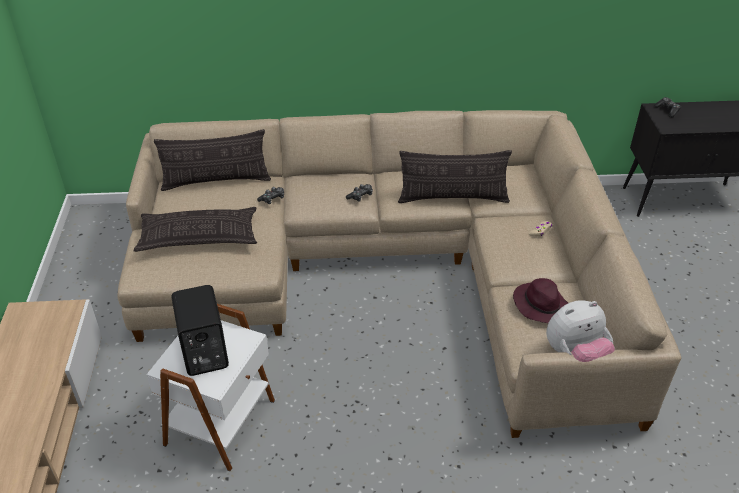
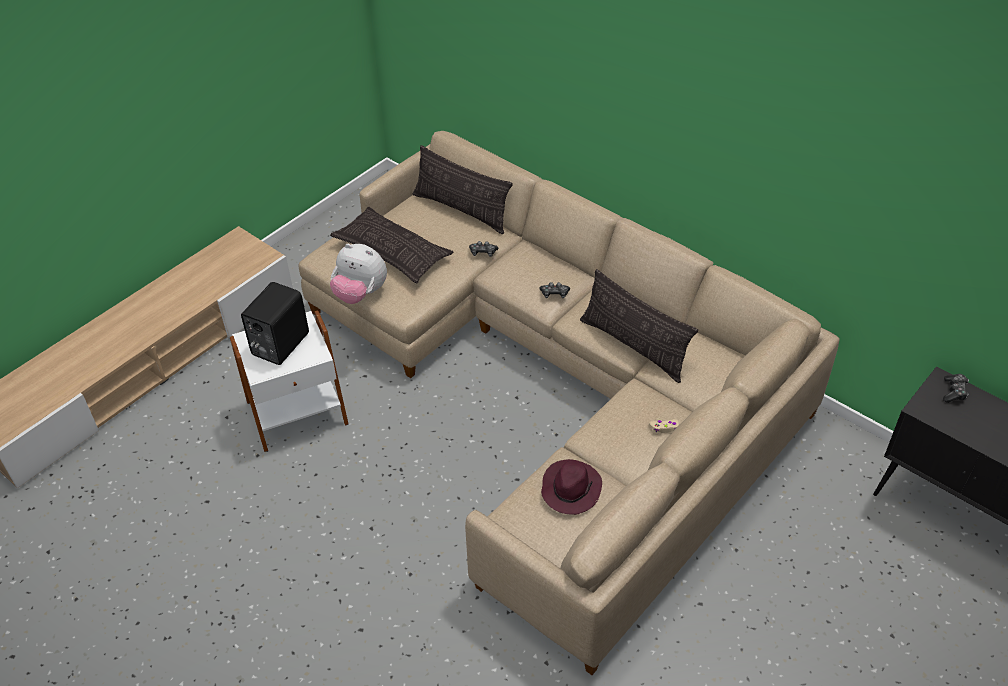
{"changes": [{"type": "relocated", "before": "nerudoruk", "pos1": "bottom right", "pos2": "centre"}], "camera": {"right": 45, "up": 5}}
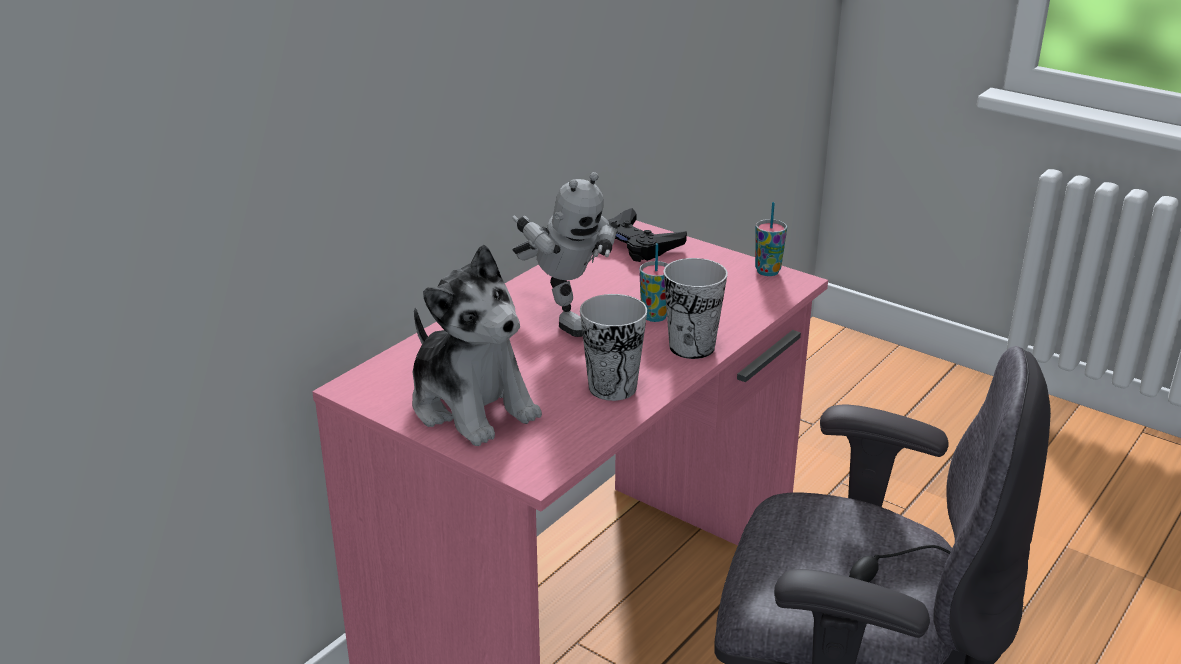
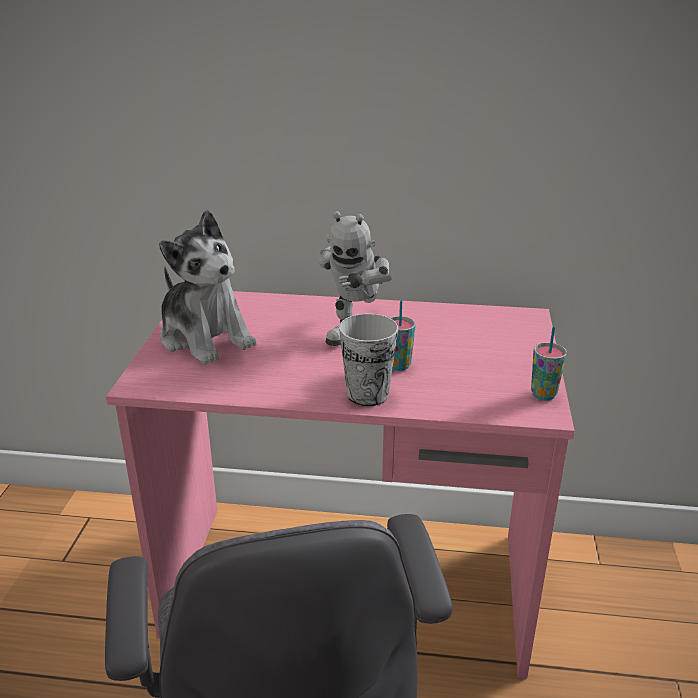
{"changes": [{"type": "spun", "before": "nerudoruk", "pos1": "centre", "pos2": "middle left", "turn": -60}, {"type": "missing", "before": "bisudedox (no. 1 from left)", "pos1": "centre"}, {"type": "missing", "before": "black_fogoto", "pos1": "centre"}], "camera": {"right": 60, "up": 0}}
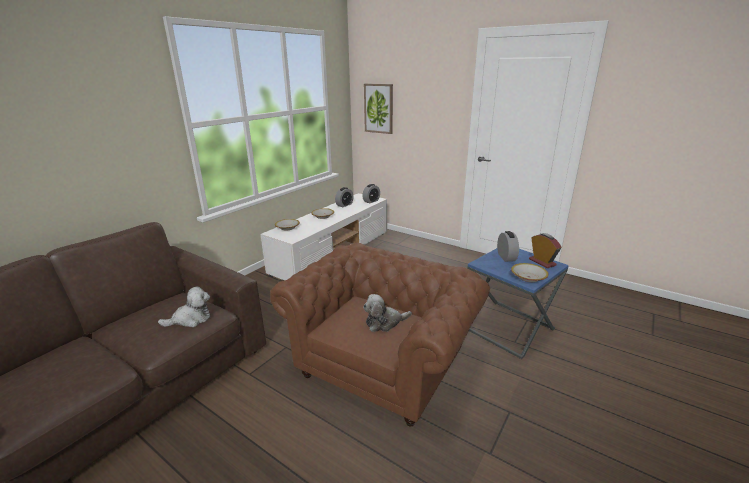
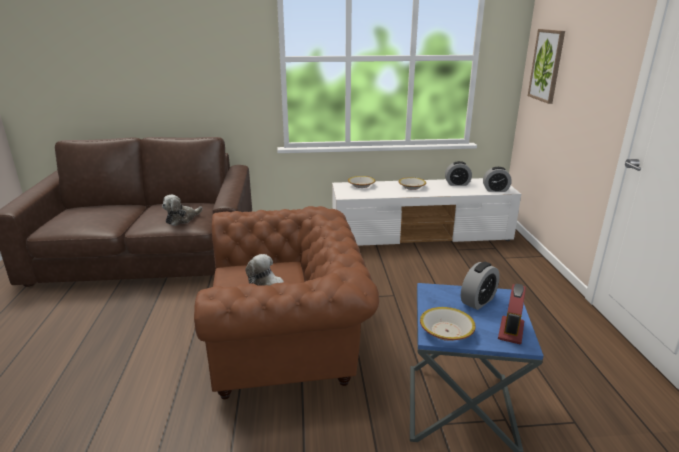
{"changes": [{"type": "spun", "before": "nerudoruk (no. 1 from left)", "pos1": "middle left", "pos2": "middle left", "turn": 105}], "camera": {"right": 50, "up": 0}}
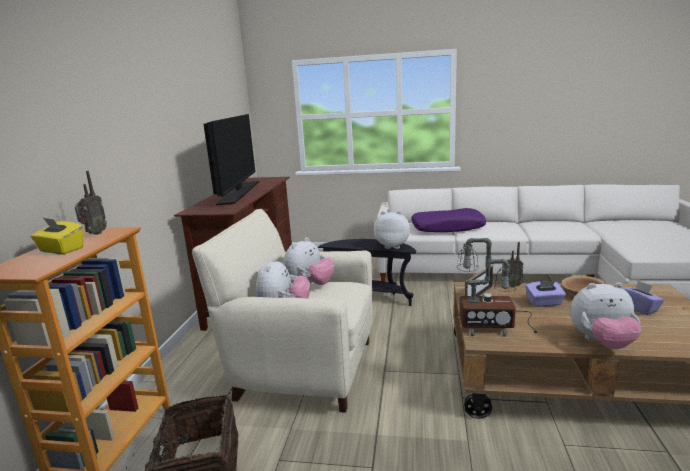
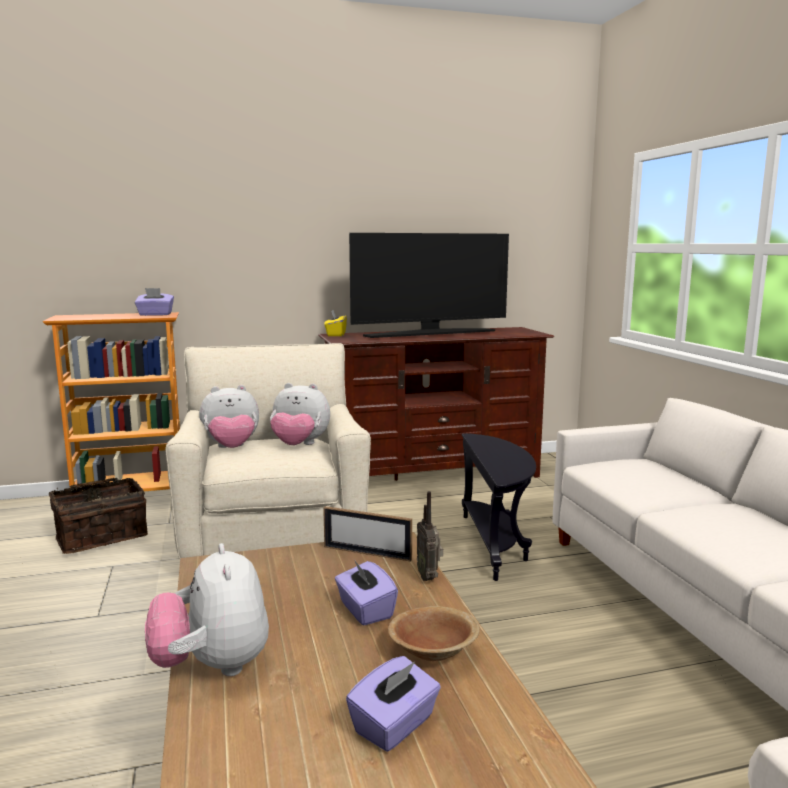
{"changes": [{"type": "exchanged", "before": "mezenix (no. 1 from left)", "after": "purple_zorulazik (no. 1 from left)", "pos1": "middle left", "pos2": "middle left"}, {"type": "relocated", "before": "yellow_zorulazik", "pos1": "middle left", "pos2": "centre"}, {"type": "missing", "before": "nerudoruk (no. 3 from left)", "pos1": "centre"}, {"type": "missing", "before": "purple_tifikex", "pos1": "centre"}, {"type": "missing", "before": "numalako", "pos1": "middle right"}], "camera": {"right": 65, "up": -5}}
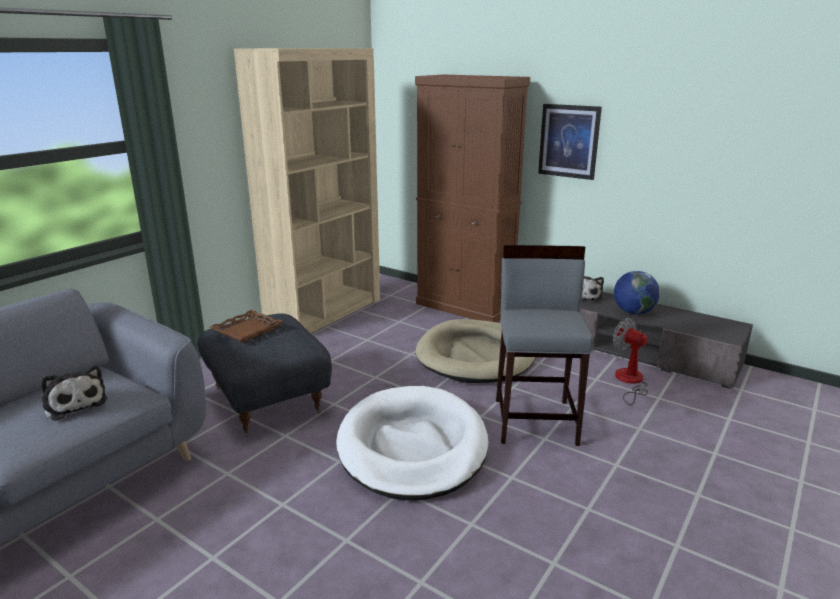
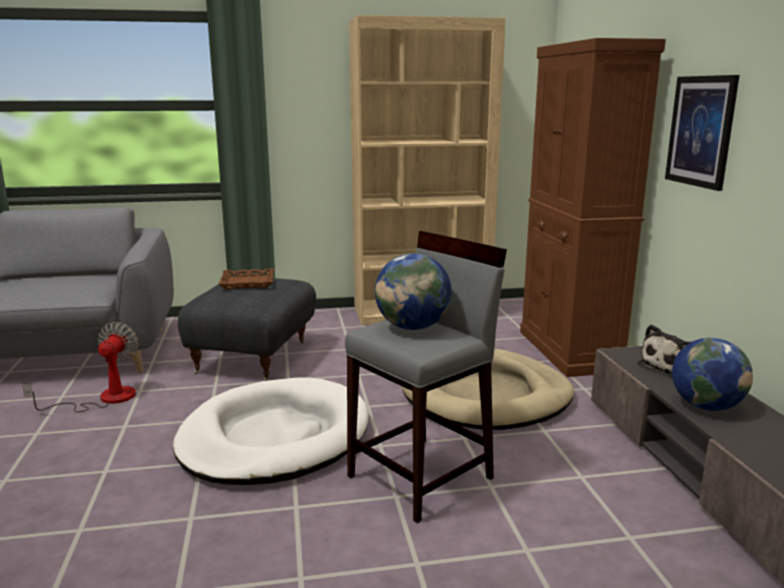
{"changes": [{"type": "relocated", "before": "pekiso", "pos1": "middle right", "pos2": "middle left"}, {"type": "appeared", "after": "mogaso (no. 1 from left)", "pos2": "centre"}, {"type": "missing", "before": "nerudoruk (no. 1 from left)", "pos1": "middle left"}], "camera": {"right": 45, "up": -5}}
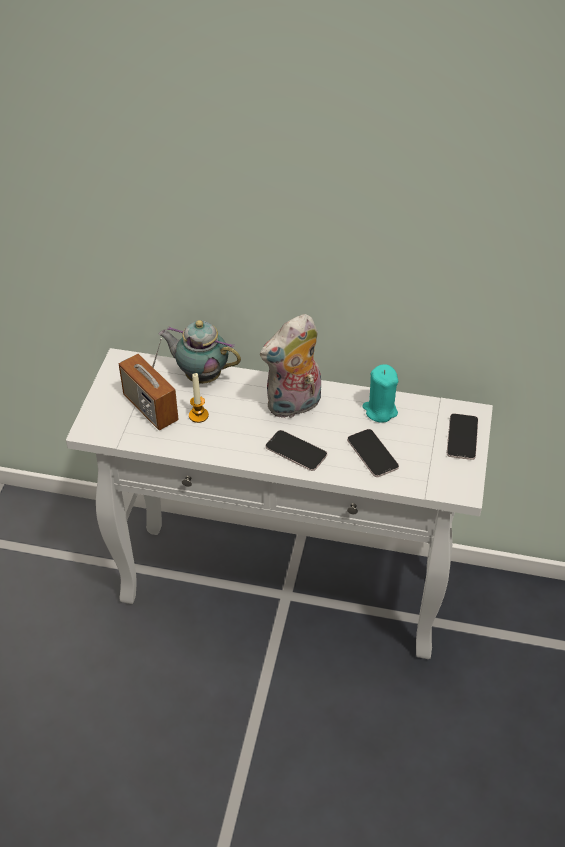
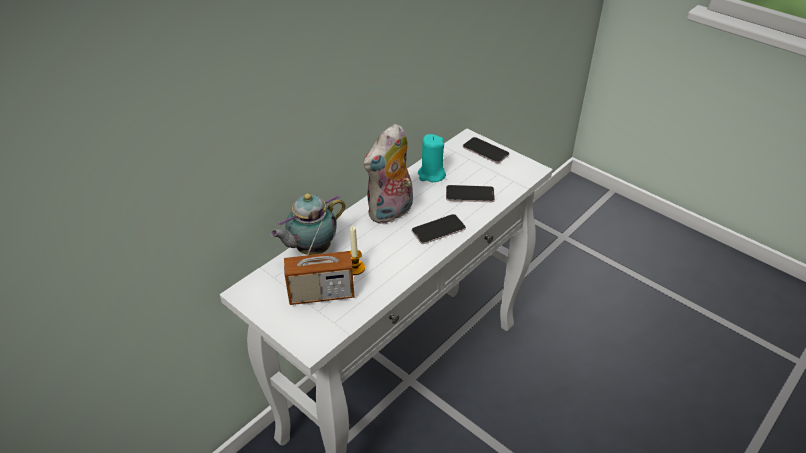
{"changes": [{"type": "spun", "before": "nerudoruk", "pos1": "centre", "pos2": "centre", "turn": 45}], "camera": {"right": -60, "up": -5}}
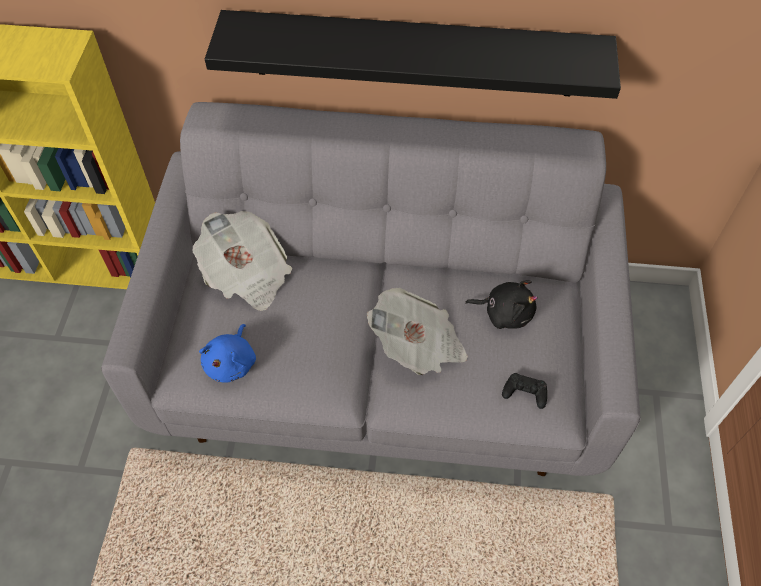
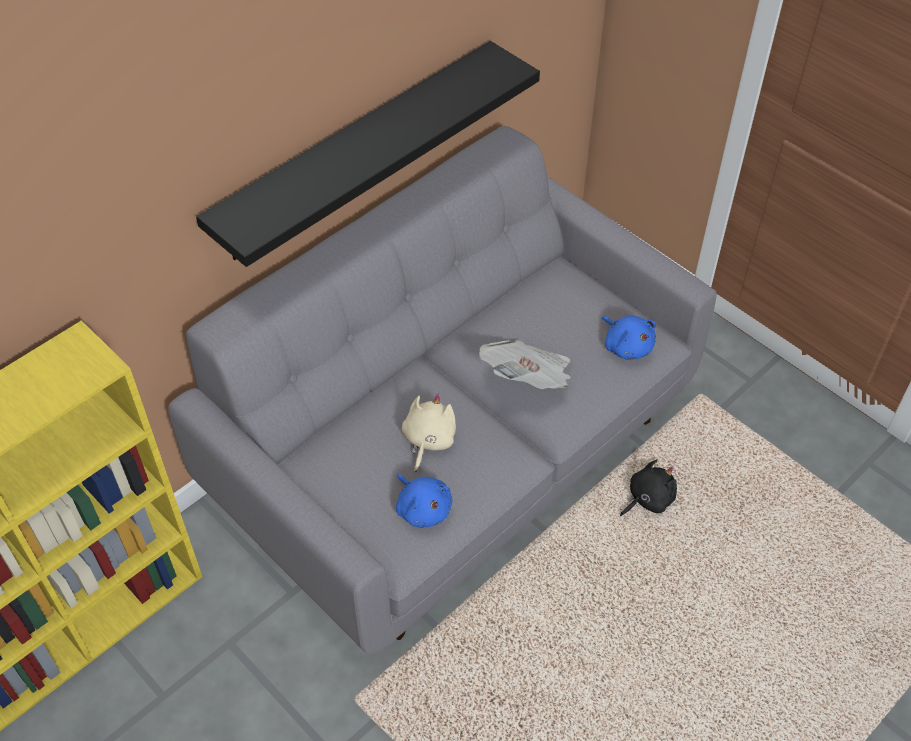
{"changes": [{"type": "appeared", "after": "beige_nerudoruk", "pos2": "centre"}, {"type": "exchanged", "before": "black_fogoto", "after": "blue_nerudoruk (no. 2 from left)", "pos1": "bottom right", "pos2": "middle right"}, {"type": "relocated", "before": "black_nerudoruk", "pos1": "centre", "pos2": "middle right"}, {"type": "missing", "before": "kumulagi (no. 1 from left)", "pos1": "middle left"}], "camera": {"right": -50, "up": -5}}
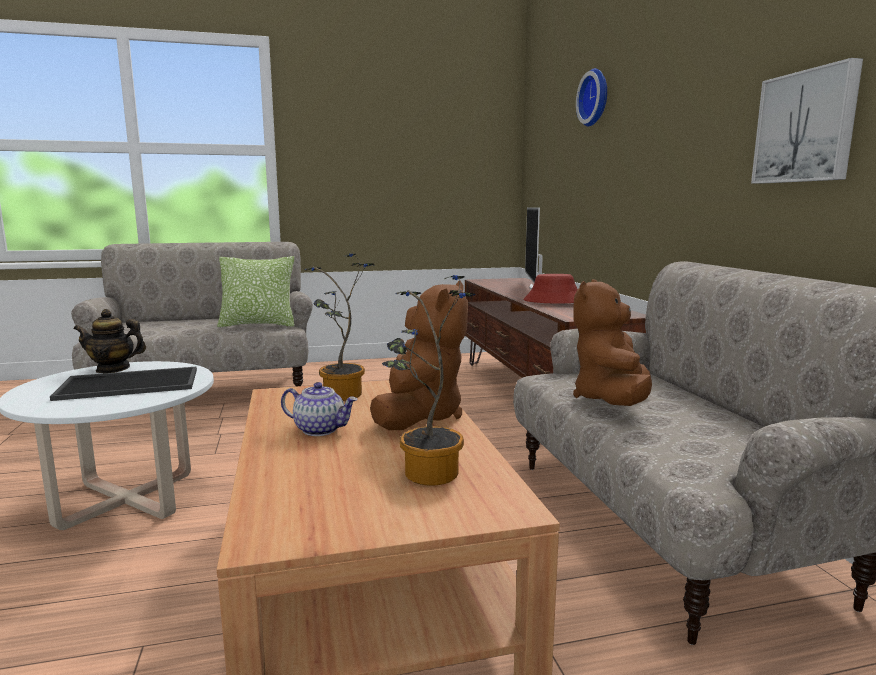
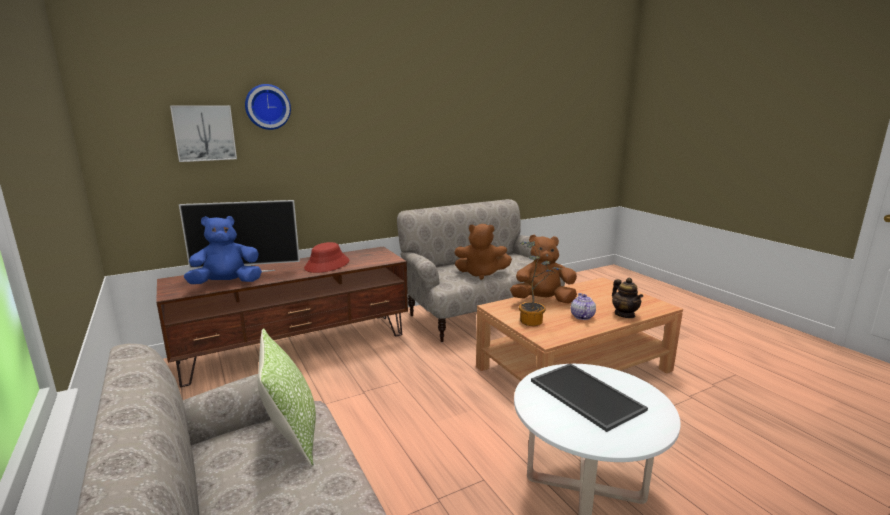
{"changes": [{"type": "relocated", "before": "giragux", "pos1": "top right", "pos2": "top left"}, {"type": "appeared", "after": "blue_nerudoruk", "pos2": "middle left"}, {"type": "relocated", "before": "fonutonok (no. 1 from left in the first image)", "after": "fonutonok (no. 2 from left)", "pos1": "middle left", "pos2": "middle right"}, {"type": "missing", "before": "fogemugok (no. 2 from left)", "pos1": "centre"}], "camera": {"right": -105, "up": 5}}
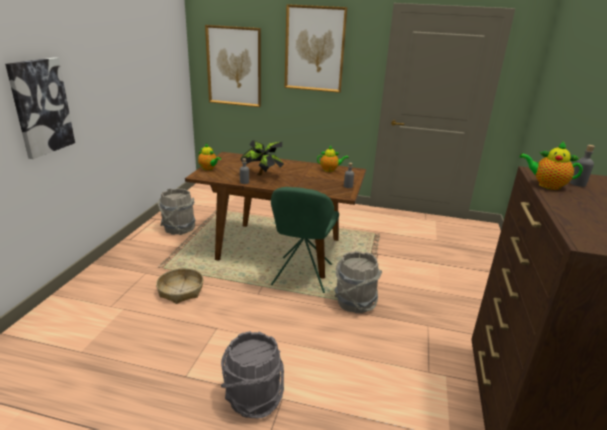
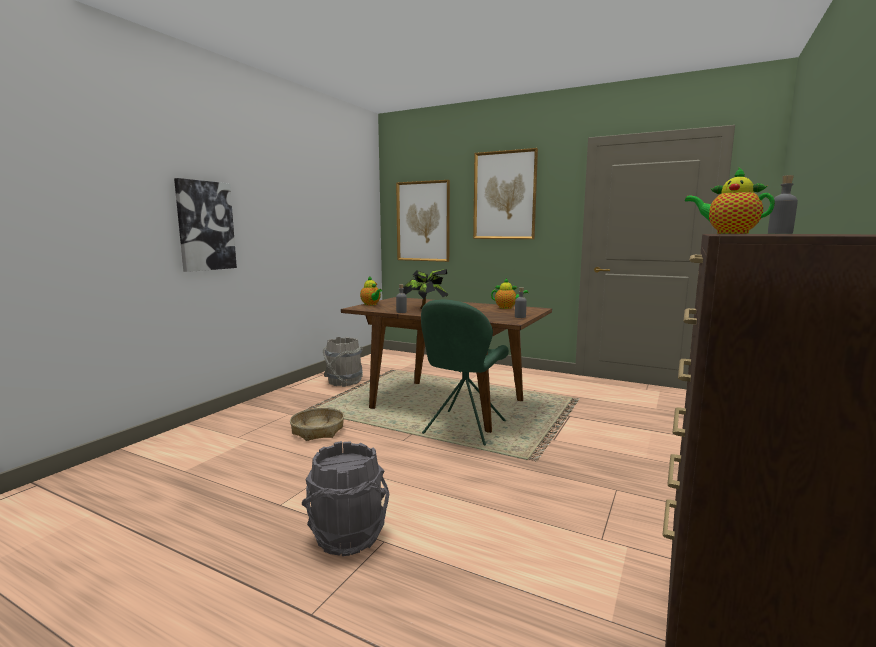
{"changes": [{"type": "missing", "before": "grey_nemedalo (no. 3 from left)", "pos1": "centre"}], "camera": {"right": 15, "up": -15}}
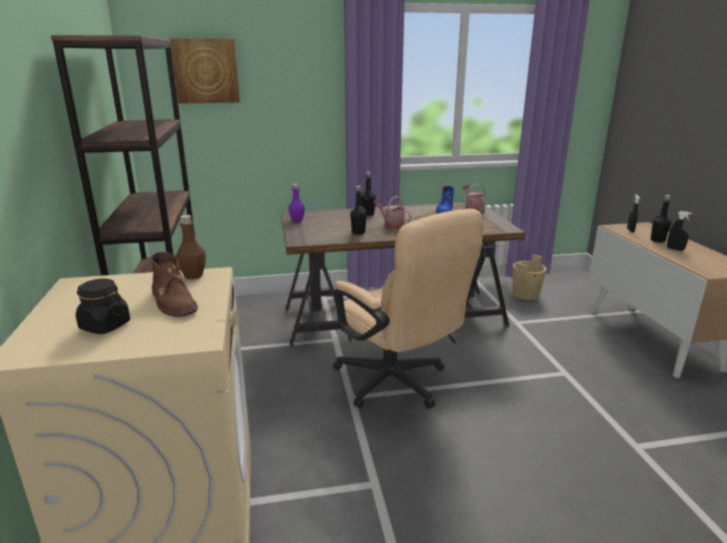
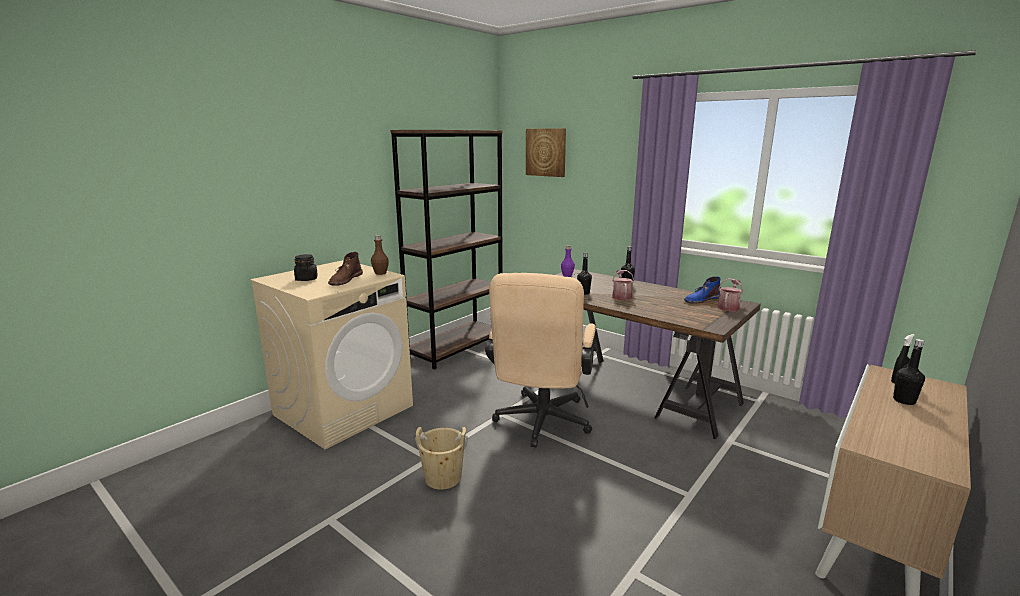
{"changes": [{"type": "relocated", "before": "beige_nemedalo", "pos1": "middle right", "pos2": "bottom centre"}, {"type": "missing", "before": "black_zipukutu (no. 2 from left)", "pos1": "middle right"}], "camera": {"right": 50, "up": -5}}
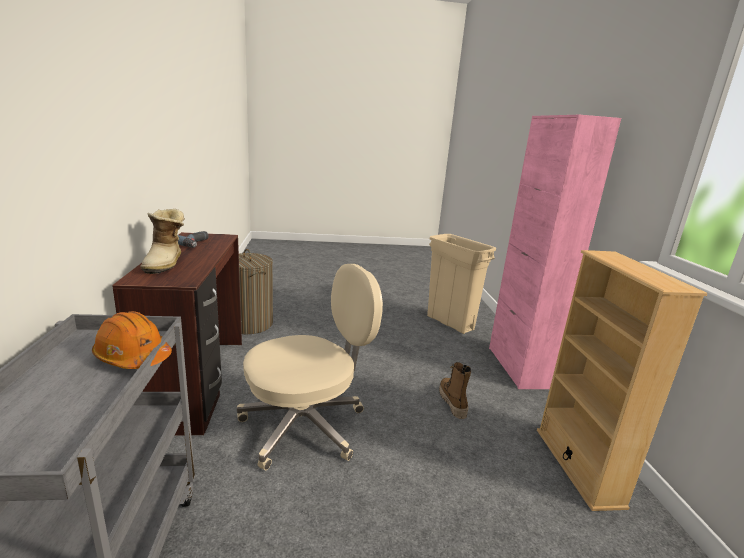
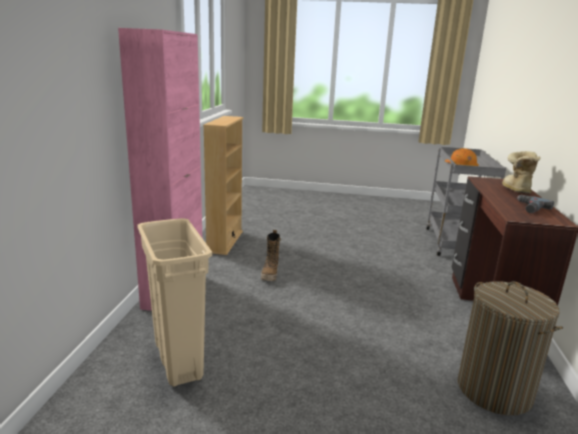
{"changes": [{"type": "missing", "before": "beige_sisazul", "pos1": "centre"}], "camera": {"right": -165, "up": 0}}
